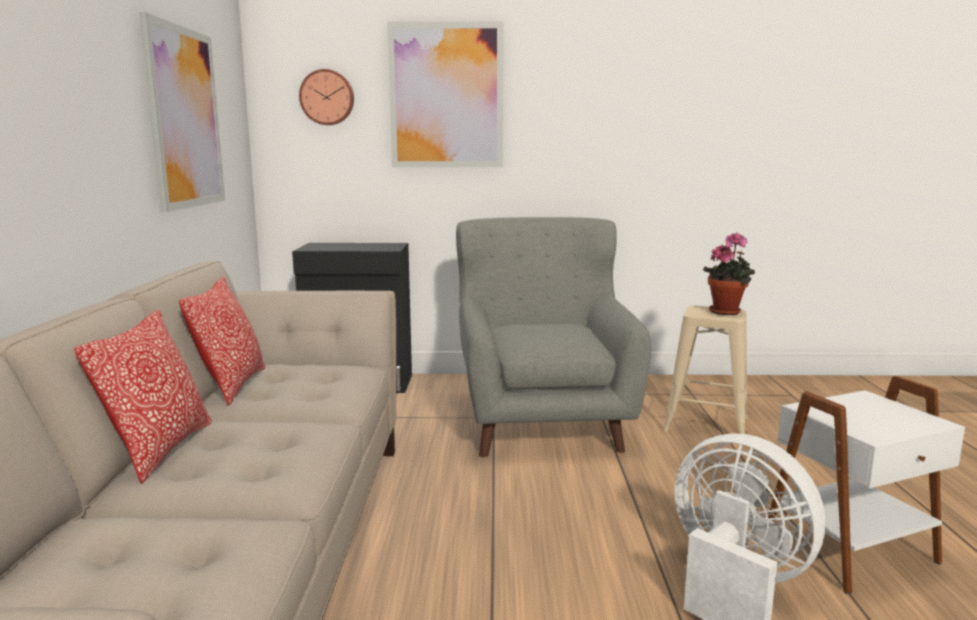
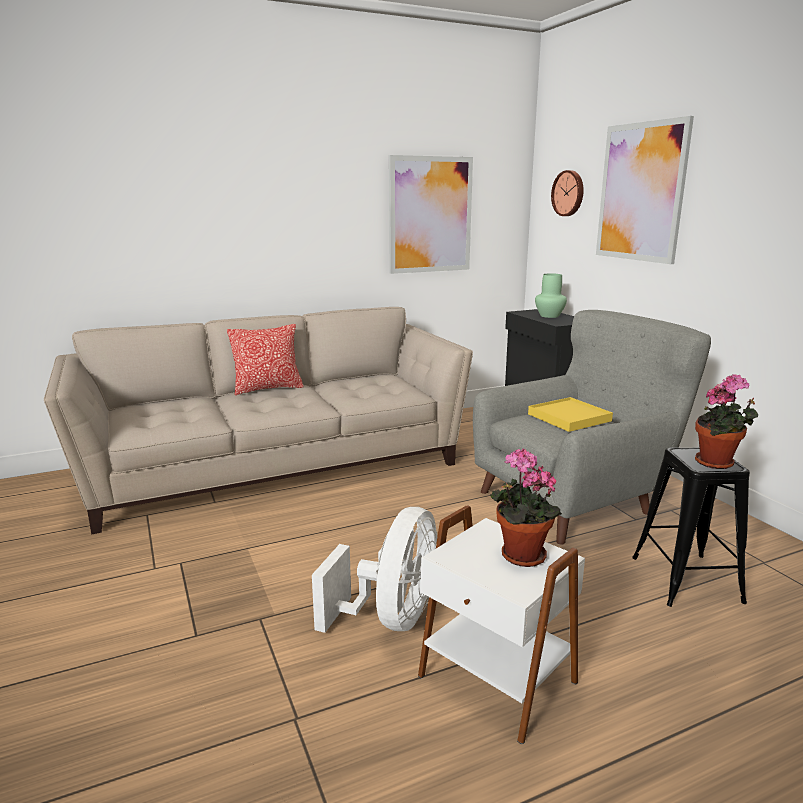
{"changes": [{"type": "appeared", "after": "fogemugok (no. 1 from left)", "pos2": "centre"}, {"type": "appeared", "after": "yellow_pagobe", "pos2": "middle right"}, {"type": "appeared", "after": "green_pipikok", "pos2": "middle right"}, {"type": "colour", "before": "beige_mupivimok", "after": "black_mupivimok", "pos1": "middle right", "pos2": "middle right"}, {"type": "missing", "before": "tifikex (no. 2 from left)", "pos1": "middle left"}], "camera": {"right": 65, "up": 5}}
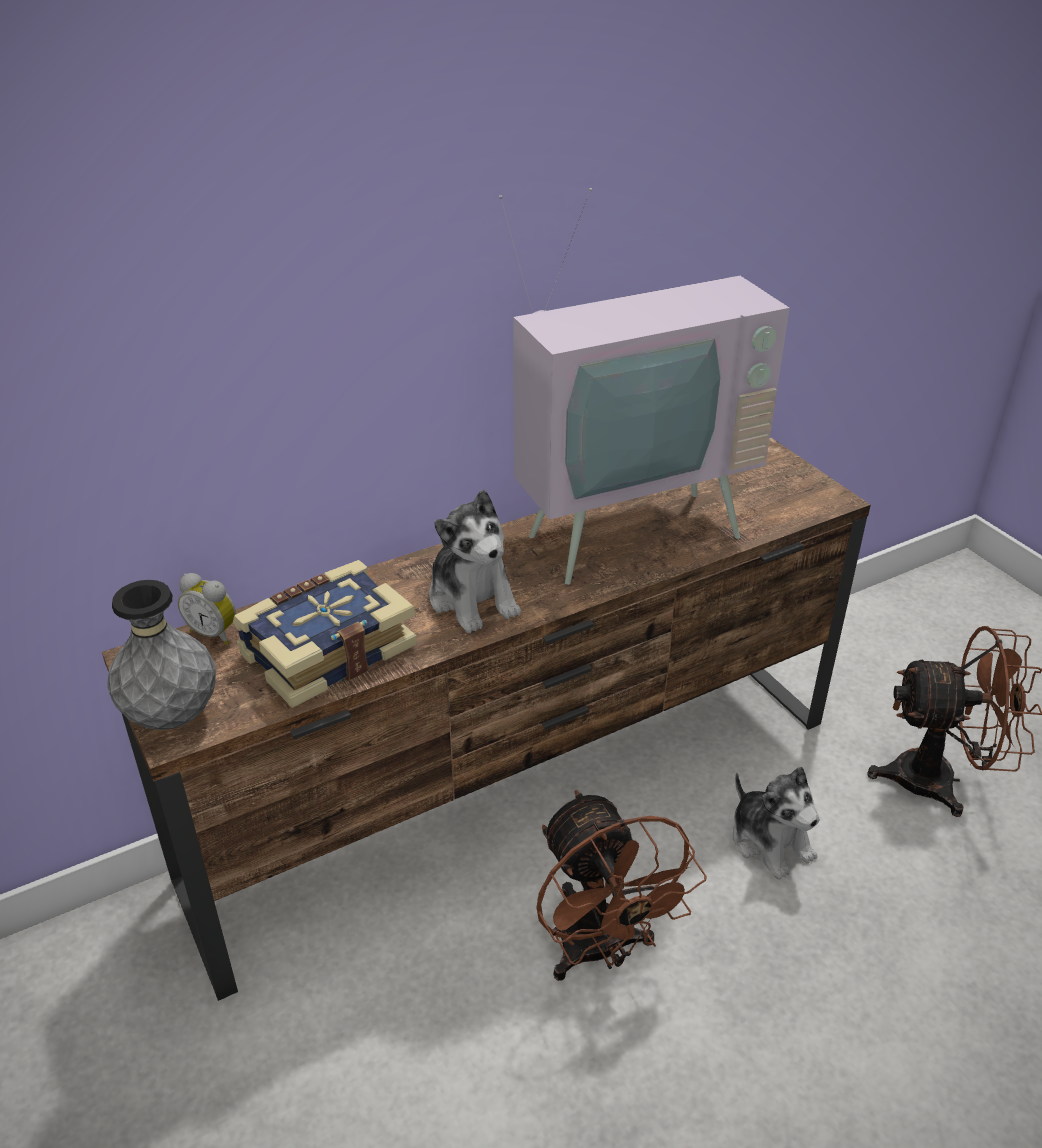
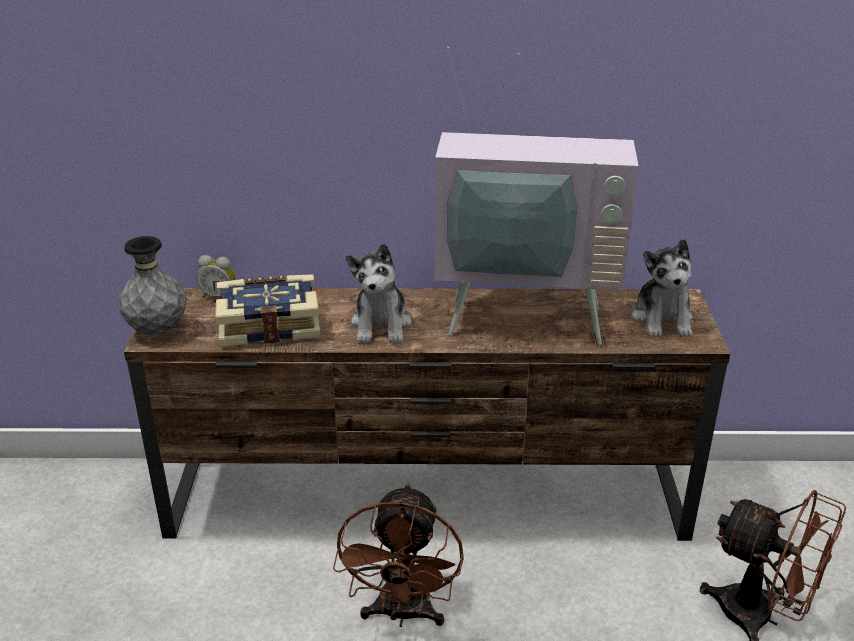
{"changes": [{"type": "spun", "before": "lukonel", "pos1": "middle left", "pos2": "middle left", "turn": -45}, {"type": "relocated", "before": "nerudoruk (no. 2 from left)", "pos1": "bottom right", "pos2": "middle right"}], "camera": {"right": 30, "up": -5}}
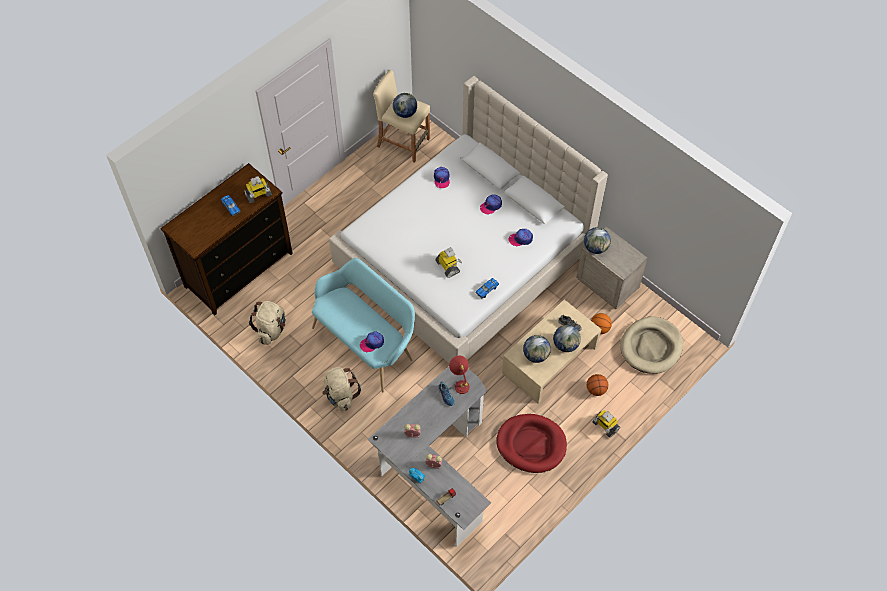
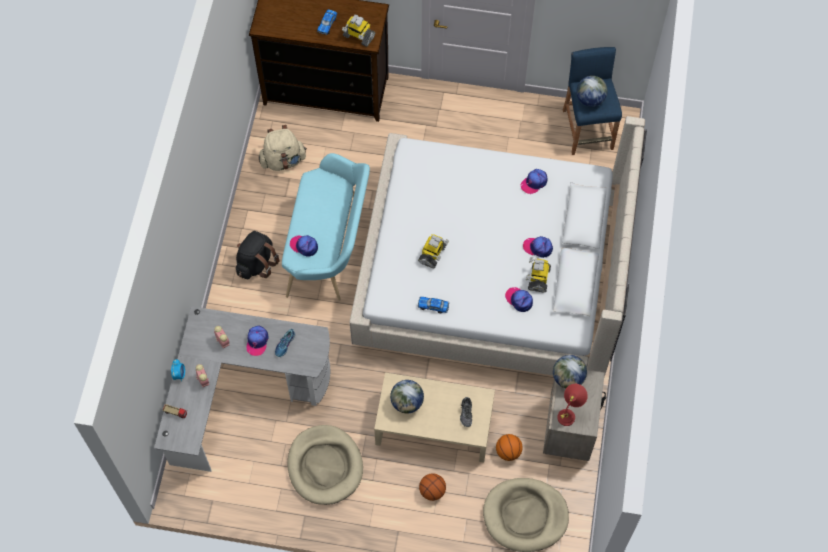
{"changes": [{"type": "colour", "before": "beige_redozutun (no. 2 from left)", "after": "black_redozutun", "pos1": "centre", "pos2": "middle left"}, {"type": "appeared", "after": "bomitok (no. 1 from left)", "pos2": "middle left"}, {"type": "colour", "before": "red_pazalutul", "after": "beige_pazalutul (no. 1 from left)", "pos1": "bottom centre", "pos2": "bottom centre"}, {"type": "relocated", "before": "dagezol (no. 3 from left)", "pos1": "bottom right", "pos2": "centre"}, {"type": "relocated", "before": "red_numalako", "pos1": "centre", "pos2": "bottom right"}, {"type": "colour", "before": "beige_mupivimok", "after": "blue_mupivimok", "pos1": "top centre", "pos2": "top right"}, {"type": "missing", "before": "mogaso (no. 3 from left)", "pos1": "centre"}], "camera": {"right": 55, "up": 5}}
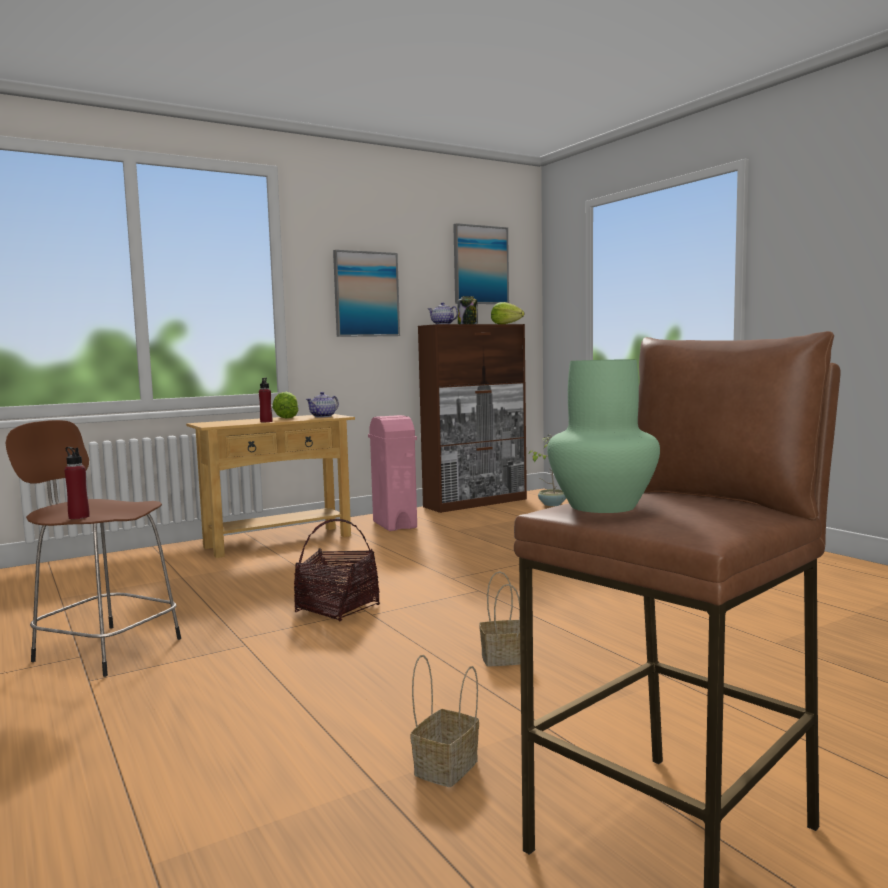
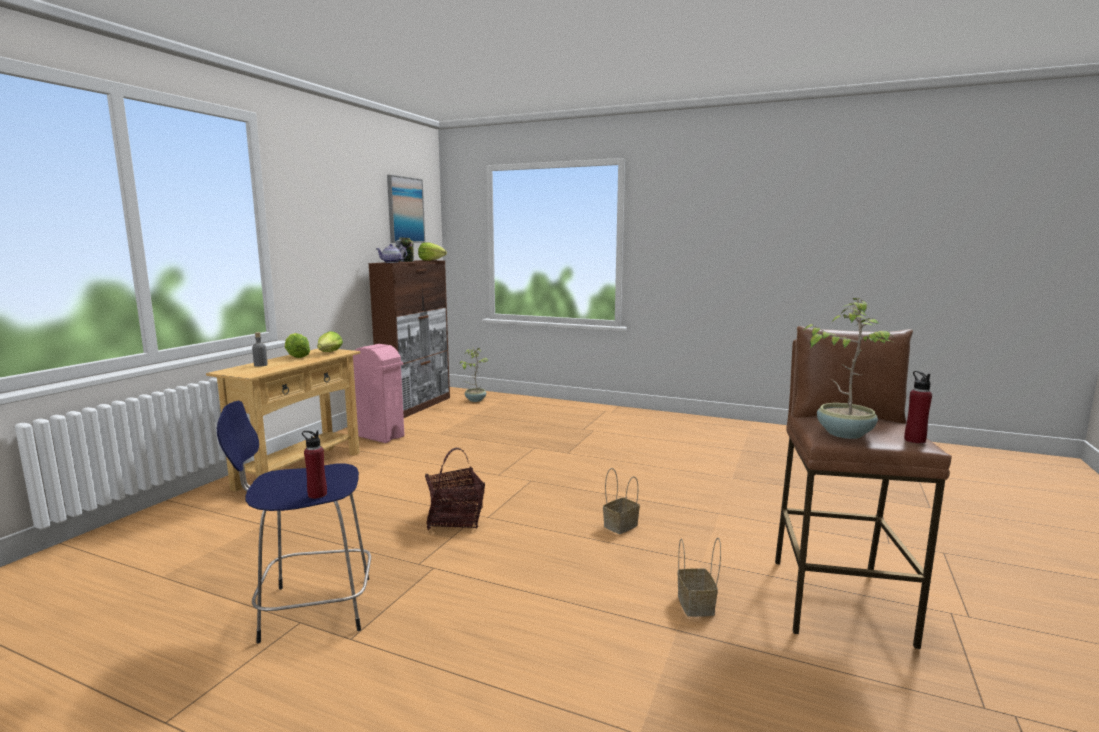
{"changes": [{"type": "colour", "before": "brown_mupivimok (no. 1 from left)", "after": "blue_mupivimok", "pos1": "middle left", "pos2": "bottom left"}, {"type": "appeared", "after": "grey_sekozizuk", "pos2": "middle left"}, {"type": "exchanged", "before": "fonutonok (no. 1 from left)", "after": "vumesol (no. 2 from left)", "pos1": "centre", "pos2": "middle left"}, {"type": "exchanged", "before": "green_pipikok", "after": "fogemugok (no. 2 from left)", "pos1": "middle right", "pos2": "middle right"}, {"type": "relocated", "before": "red_sekozizuk (no. 2 from left)", "pos1": "middle left", "pos2": "middle right"}, {"type": "missing", "before": "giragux (no. 1 from left)", "pos1": "top centre"}], "camera": {"right": -35, "up": 5}}
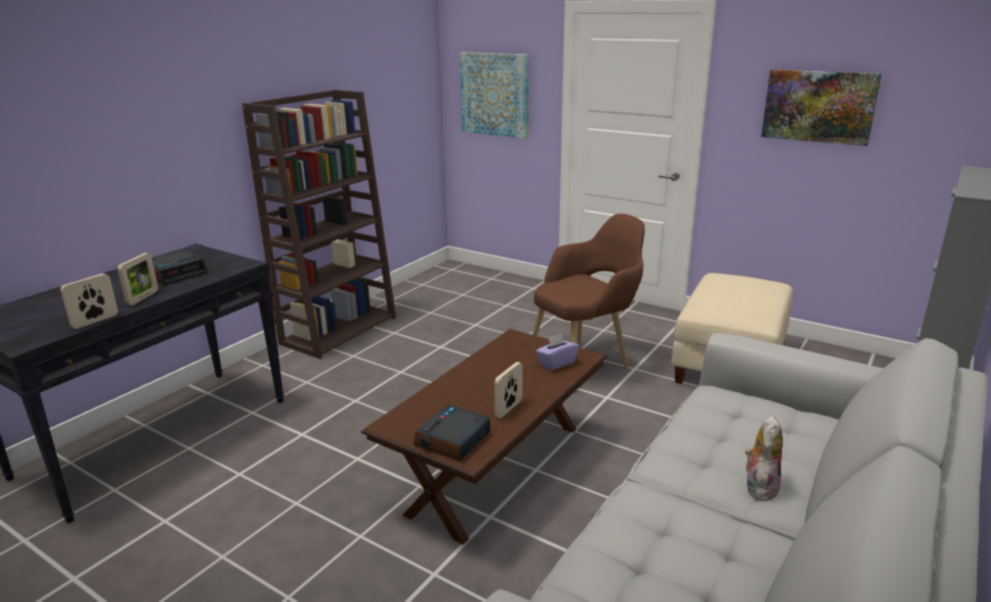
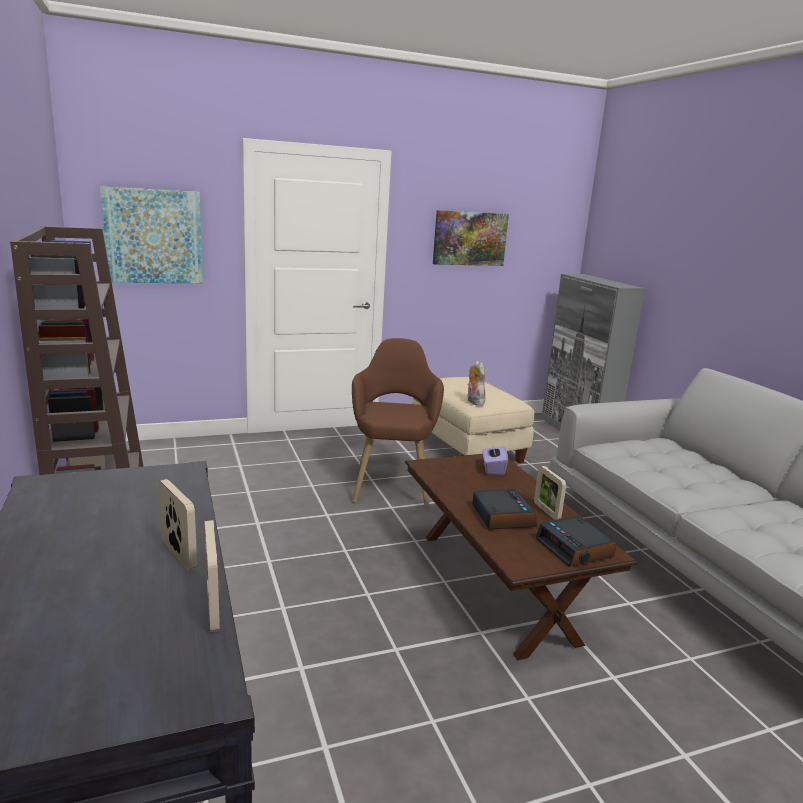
{"changes": [{"type": "relocated", "before": "nerudoruk", "pos1": "bottom right", "pos2": "centre"}, {"type": "relocated", "before": "lukonel (no. 1 from left)", "pos1": "middle left", "pos2": "centre"}], "camera": {"right": -55, "up": -5}}
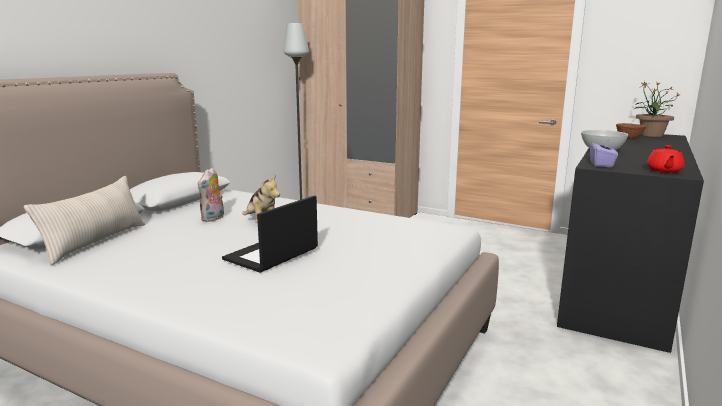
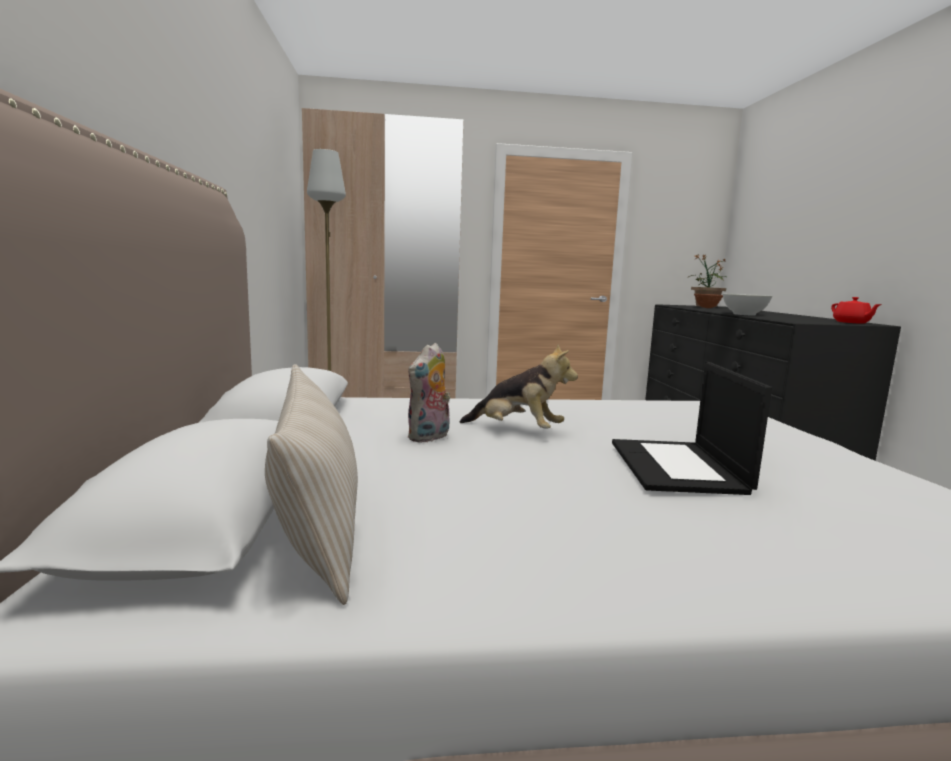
{"changes": [{"type": "spun", "before": "nerudoruk (no. 1 from left)", "pos1": "middle left", "pos2": "centre", "turn": 45}, {"type": "missing", "before": "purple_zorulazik", "pos1": "middle right"}], "camera": {"right": -35, "up": -5}}
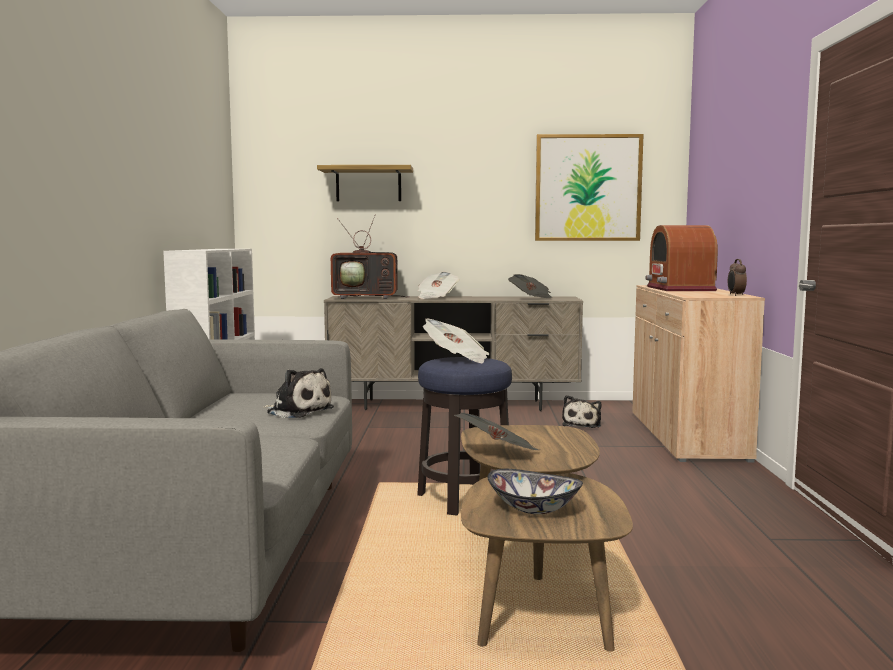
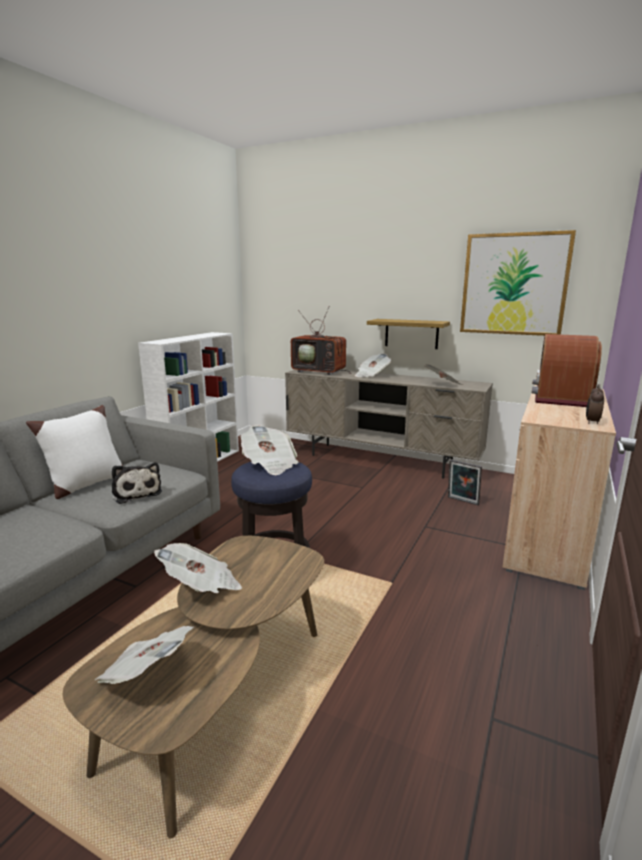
{"changes": [{"type": "appeared", "after": "white_tifikex", "pos2": "middle left"}, {"type": "exchanged", "before": "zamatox", "after": "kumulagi (no. 1 from left)", "pos1": "bottom centre", "pos2": "bottom left"}, {"type": "relocated", "before": "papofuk", "pos1": "top centre", "pos2": "centre"}, {"type": "exchanged", "before": "nerudoruk (no. 2 from left)", "after": "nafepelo", "pos1": "centre", "pos2": "middle right"}], "camera": {"right": 25, "up": 10}}
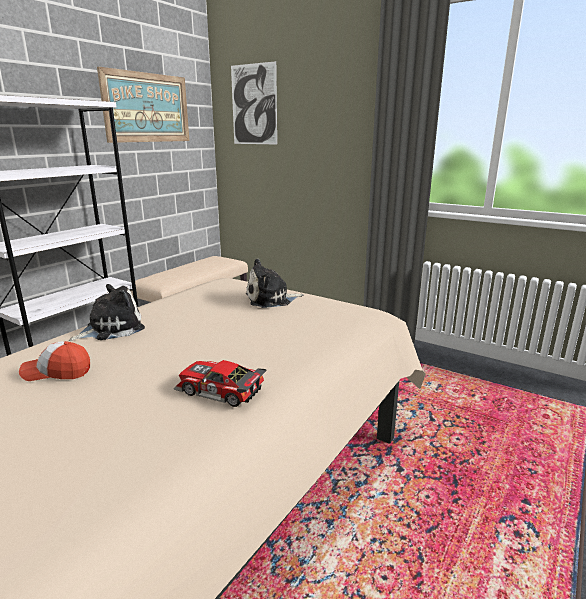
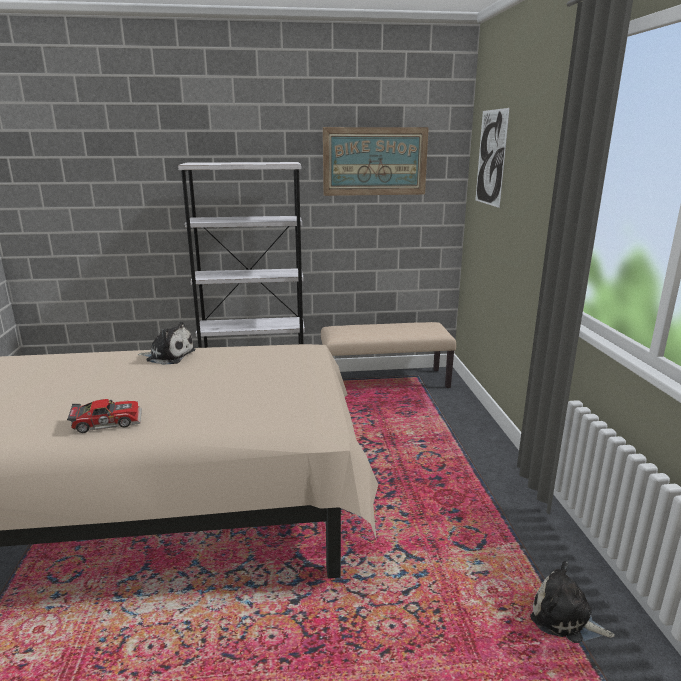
{"changes": [{"type": "spun", "before": "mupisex", "pos1": "centre", "pos2": "middle left", "turn": 90}, {"type": "relocated", "before": "nerudoruk (no. 2 from left)", "pos1": "centre", "pos2": "bottom right"}, {"type": "missing", "before": "bomitok", "pos1": "middle left"}], "camera": {"right": 50, "up": 0}}
